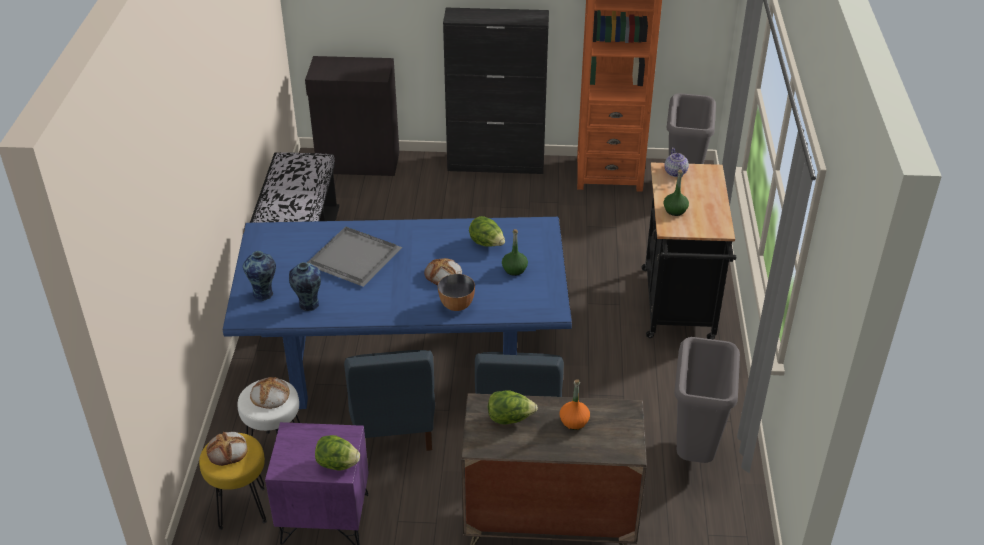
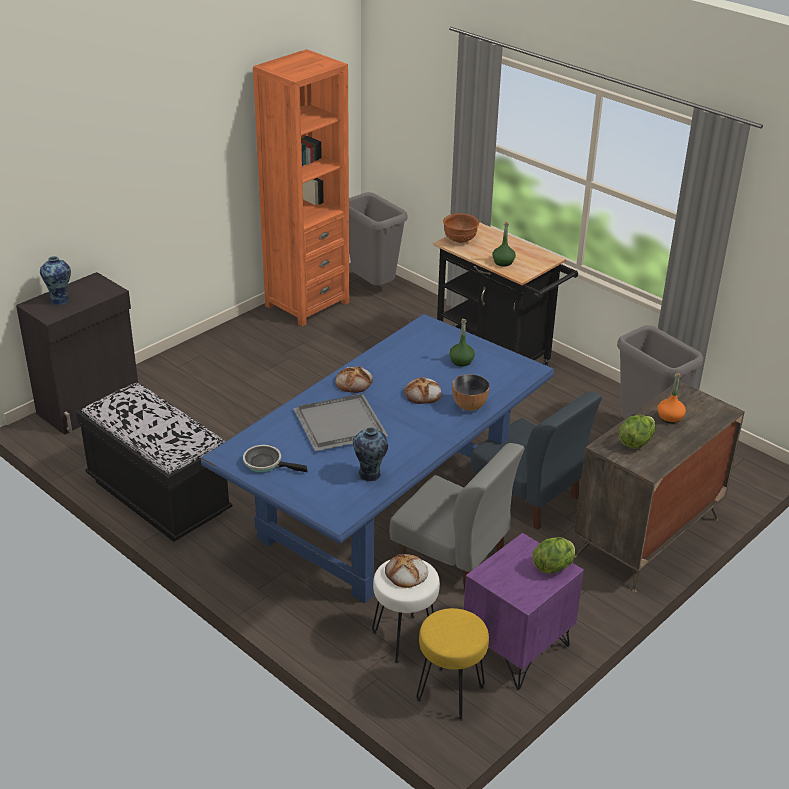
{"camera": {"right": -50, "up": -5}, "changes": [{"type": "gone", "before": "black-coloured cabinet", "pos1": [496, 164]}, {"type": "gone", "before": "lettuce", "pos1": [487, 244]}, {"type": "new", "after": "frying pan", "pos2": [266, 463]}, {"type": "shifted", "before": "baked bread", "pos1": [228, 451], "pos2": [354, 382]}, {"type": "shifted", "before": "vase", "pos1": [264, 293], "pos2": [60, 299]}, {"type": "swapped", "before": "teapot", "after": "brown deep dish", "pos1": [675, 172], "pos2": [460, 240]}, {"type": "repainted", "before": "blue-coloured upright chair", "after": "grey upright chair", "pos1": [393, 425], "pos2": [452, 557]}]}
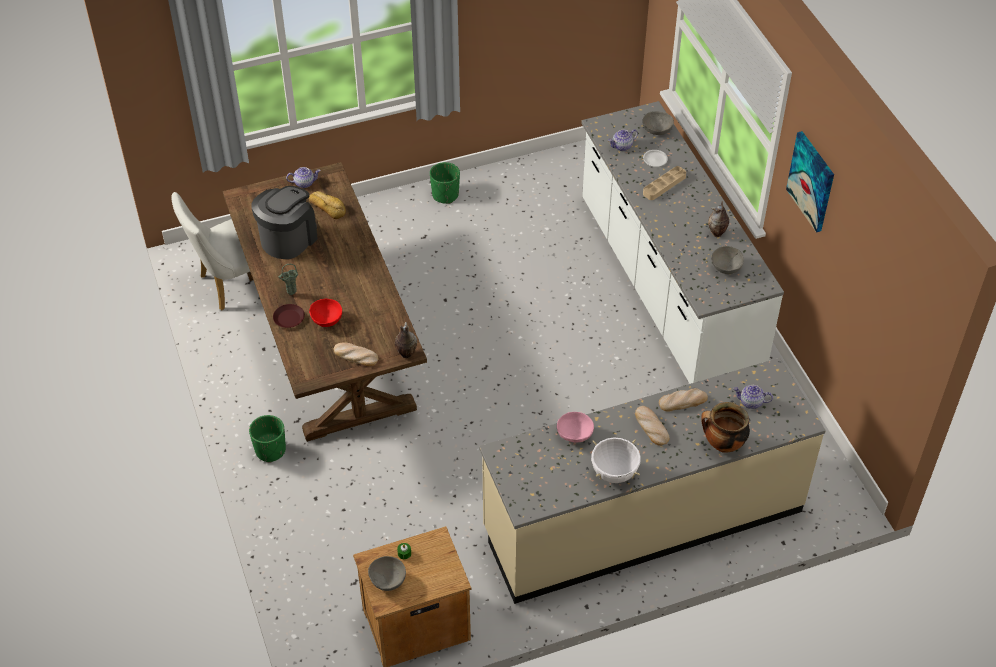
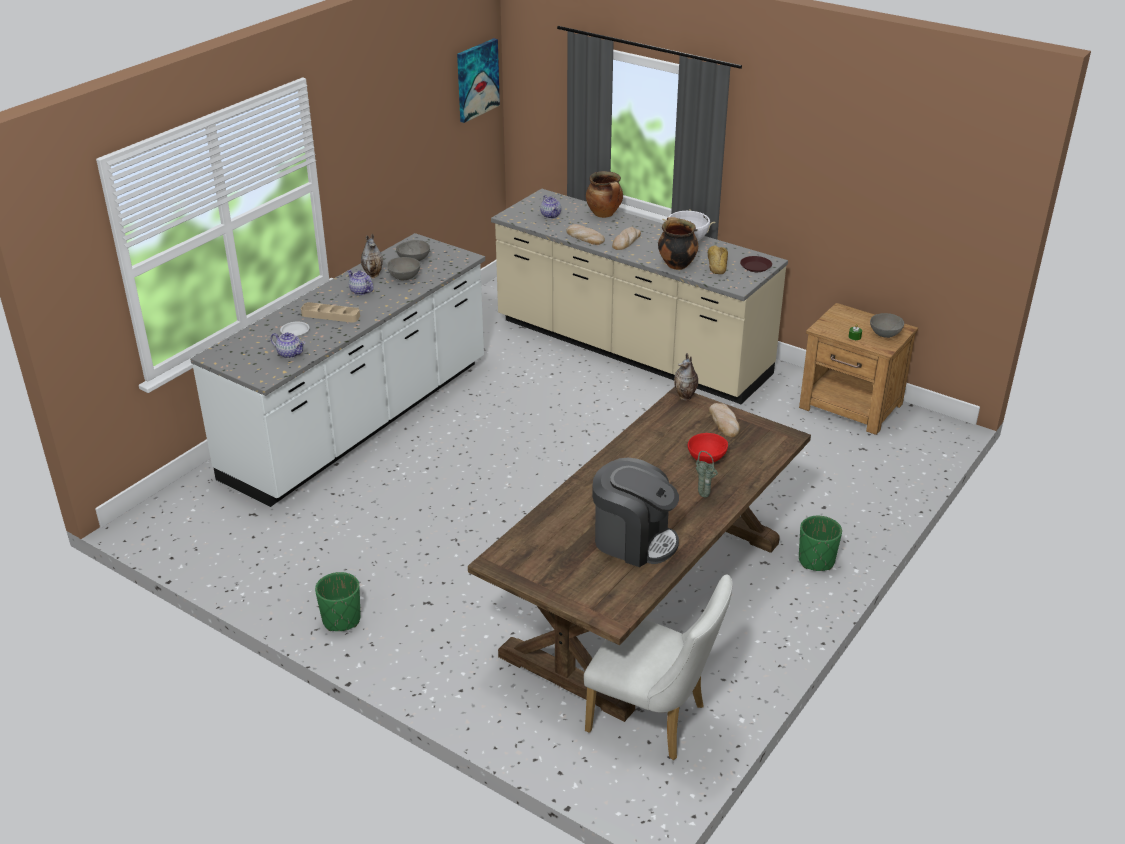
{"camera": {"right": -125, "up": -15}, "changes": [{"type": "shifted", "before": "brown flat dish", "pos1": [289, 318], "pos2": [755, 267]}, {"type": "shifted", "before": "teapot", "pos1": [304, 183], "pos2": [360, 291]}, {"type": "shifted", "before": "baked bread", "pos1": [328, 207], "pos2": [716, 264]}, {"type": "shifted", "before": "grey deep dish", "pos1": [656, 130], "pos2": [404, 277]}, {"type": "shifted", "before": "wall art", "pos1": [811, 181], "pos2": [477, 80]}, {"type": "swapped", "before": "pinkish deep dish", "after": "cooking pot", "pos1": [575, 435], "pos2": [676, 264]}, {"type": "rotated", "before": "coffee brewer", "pos1": [288, 238], "pos2": [633, 540], "turn": -150}]}
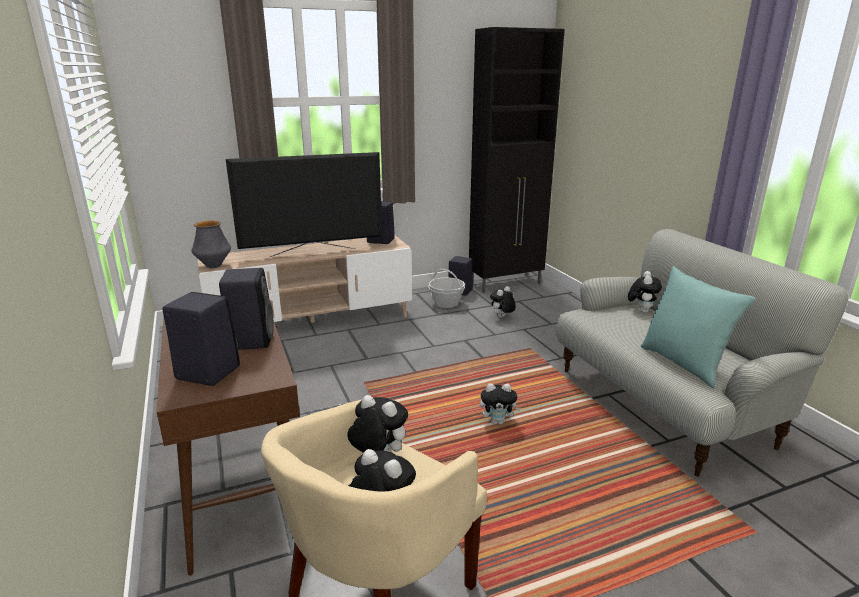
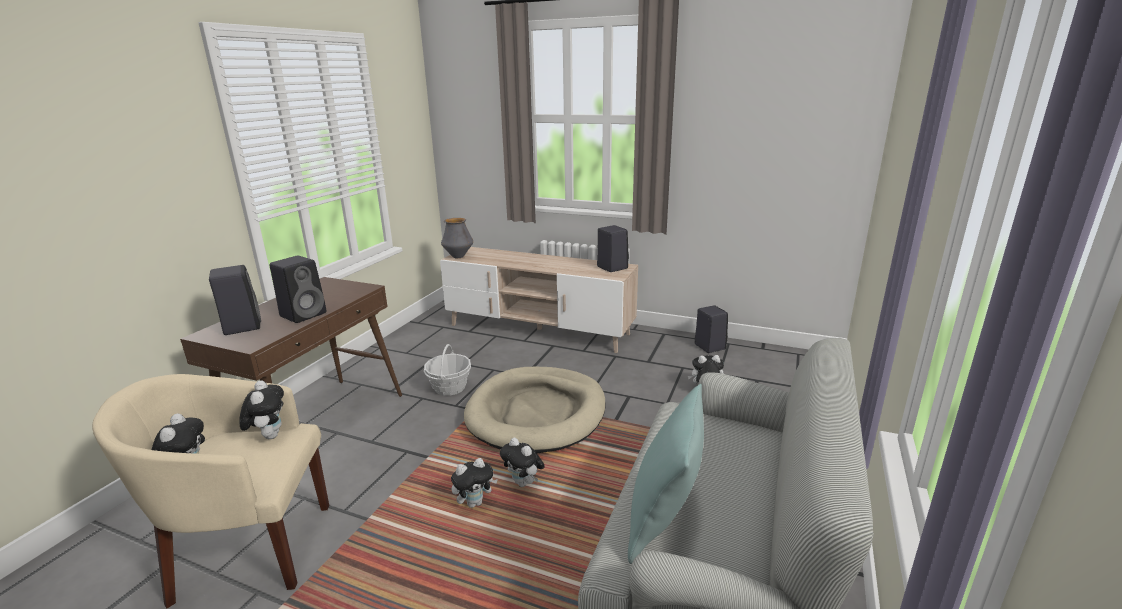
{"camera": {"right": 45, "up": 0}, "changes": [{"type": "gone", "before": "television", "pos1": [313, 252]}, {"type": "gone", "before": "black-coloured cabinet", "pos1": [506, 284]}, {"type": "new", "after": "beige-coloured pet bed", "pos2": [537, 413]}, {"type": "shifted", "before": "basket", "pos1": [446, 303], "pos2": [449, 387]}, {"type": "shifted", "before": "soft toy", "pos1": [641, 311], "pos2": [475, 502]}]}
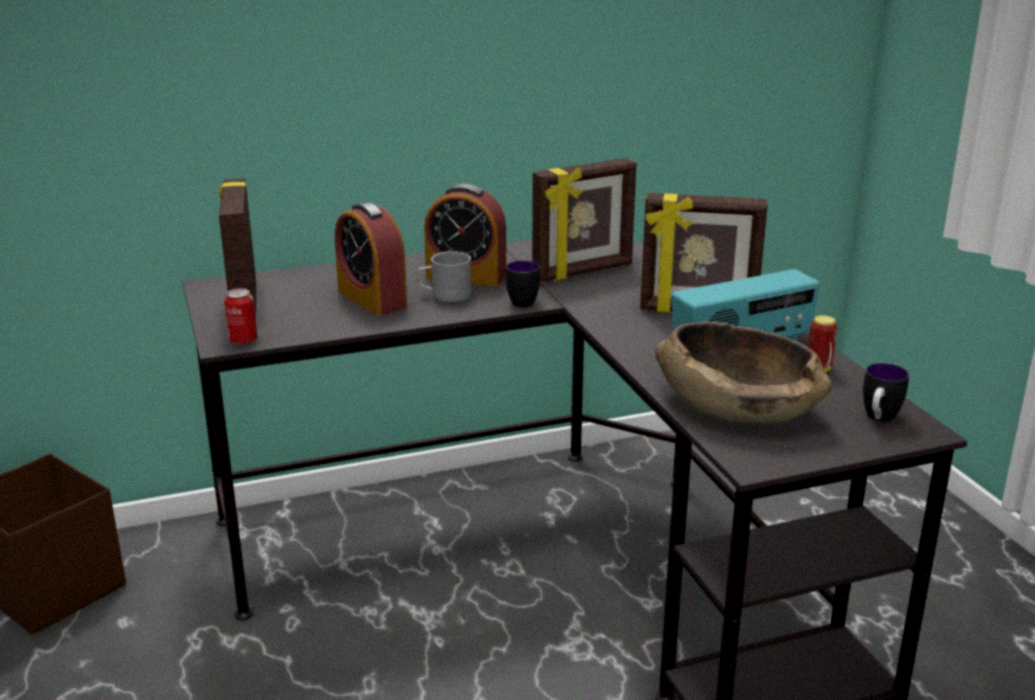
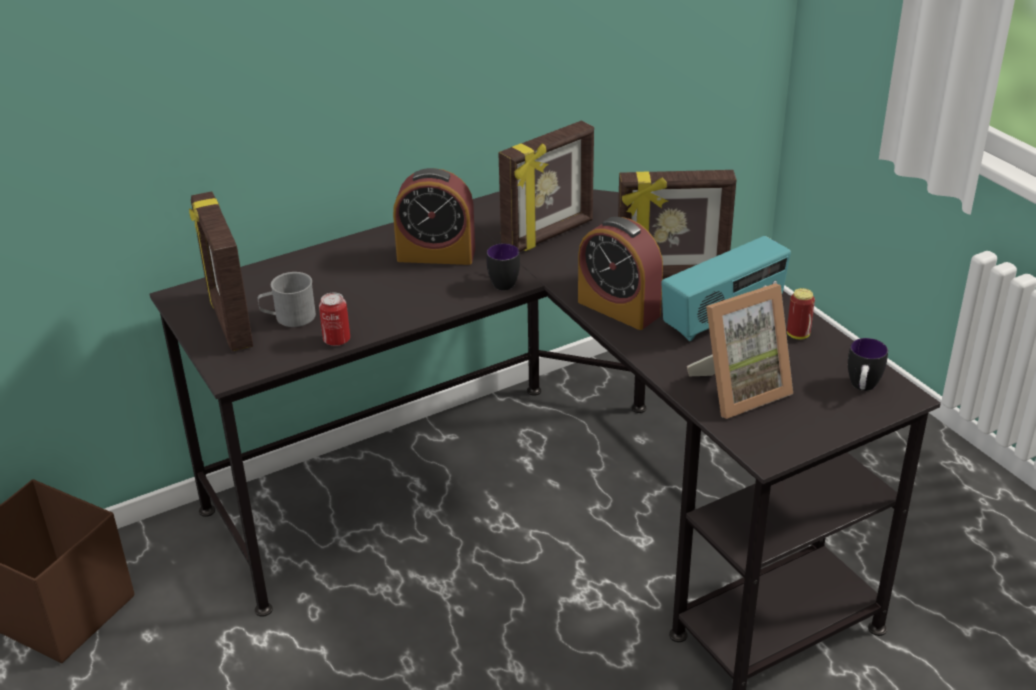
{"camera": {"right": -10, "up": 10}, "changes": [{"type": "shifted", "before": "sealed can", "pos1": [243, 340], "pos2": [336, 340]}, {"type": "shifted", "before": "bedside clock", "pos1": [372, 299], "pos2": [618, 308]}, {"type": "shifted", "before": "grey coffee mug", "pos1": [444, 295], "pos2": [288, 317]}, {"type": "swapped", "before": "brown deep dish", "after": "photo frame", "pos1": [738, 407], "pos2": [738, 390]}]}
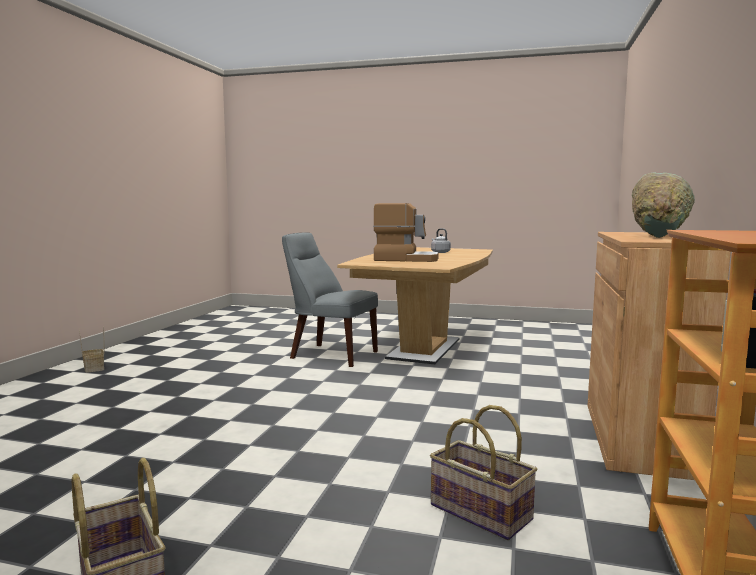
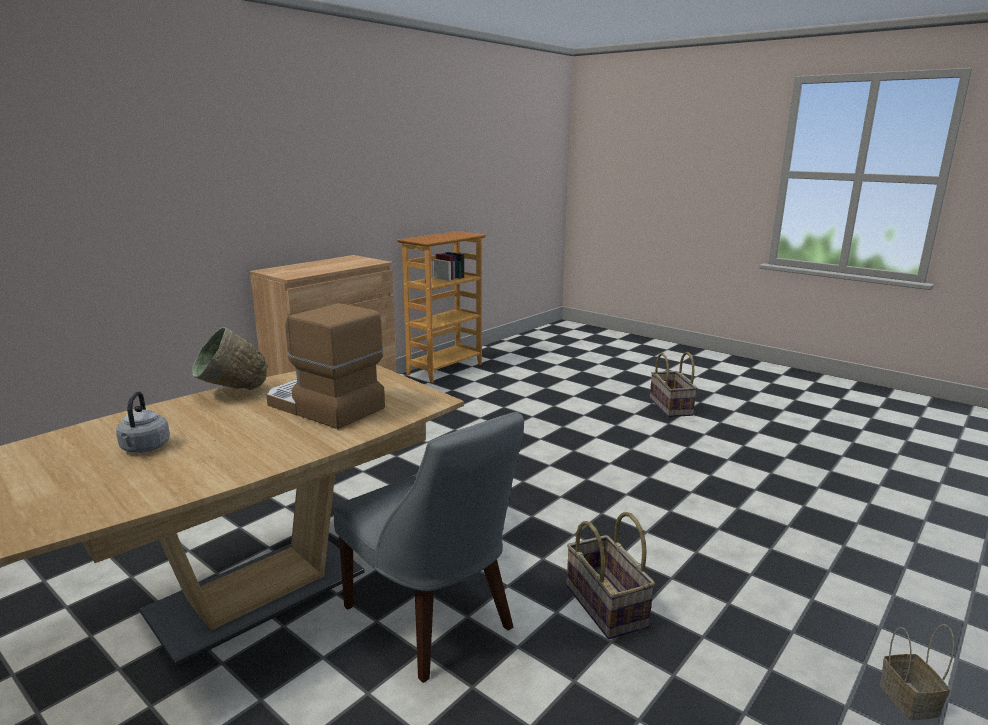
{"camera": {"right": -155, "up": 10}, "changes": [{"type": "shifted", "before": "basket", "pos1": [479, 512], "pos2": [607, 606]}, {"type": "shifted", "before": "green-coloured deep dish", "pos1": [657, 236], "pos2": [230, 394]}]}
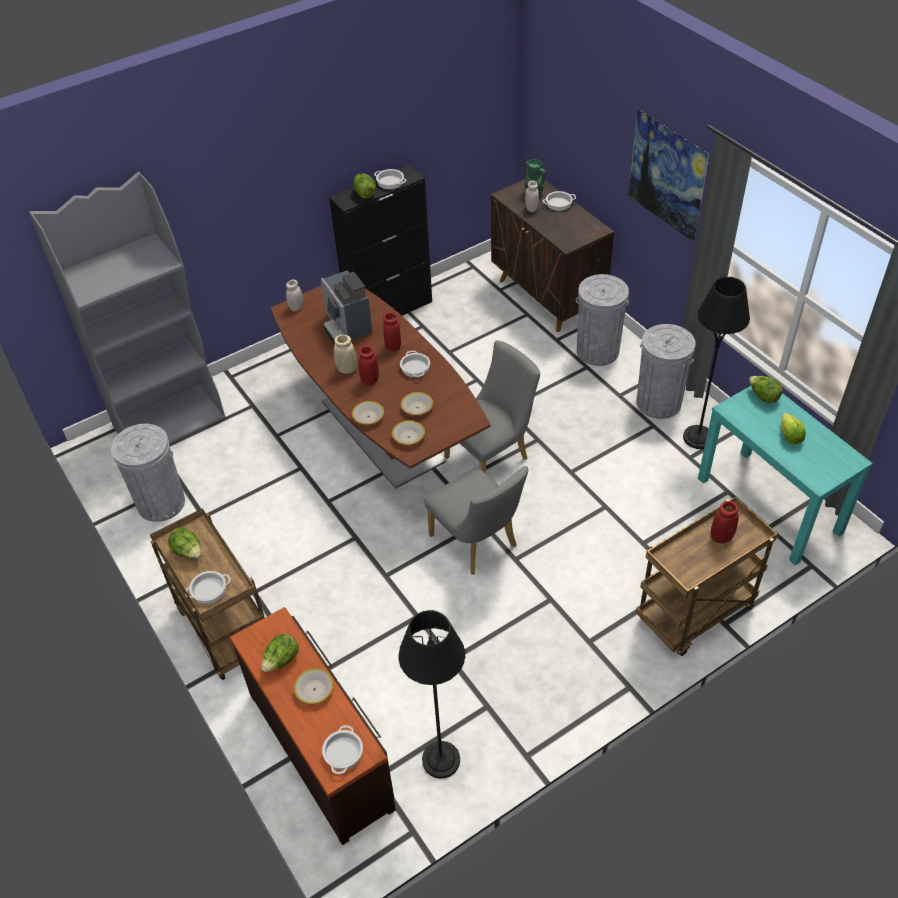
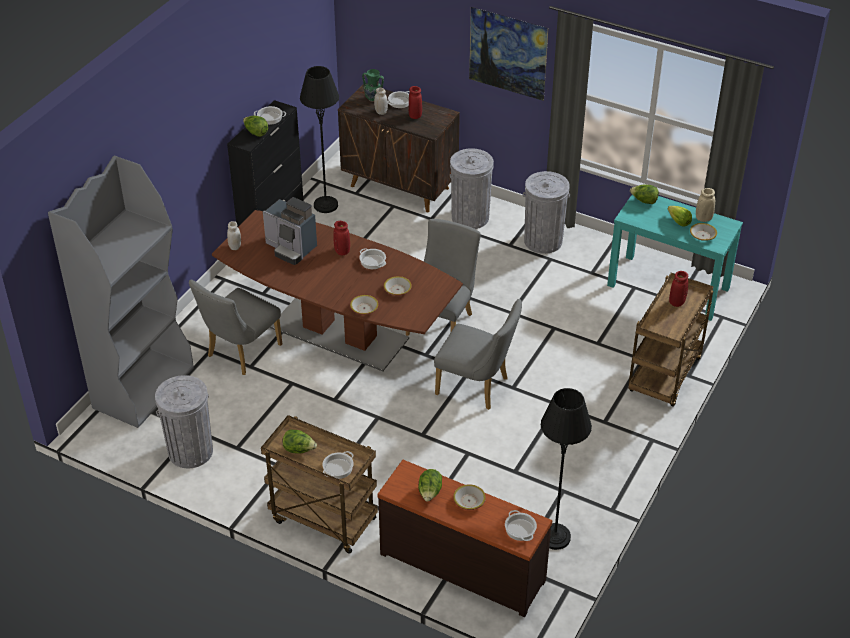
{"camera": {"right": -30, "up": -5}, "changes": [{"type": "new", "after": "grey upright chair", "pos2": [240, 353]}, {"type": "shifted", "before": "beige-coloured vase", "pos1": [347, 369], "pos2": [703, 218]}, {"type": "shifted", "before": "red vase", "pos1": [370, 380], "pos2": [415, 116]}, {"type": "shifted", "before": "deep dish", "pos1": [408, 437], "pos2": [702, 236]}, {"type": "shifted", "before": "black-coloured standard lamp", "pos1": [698, 437], "pos2": [326, 205]}]}
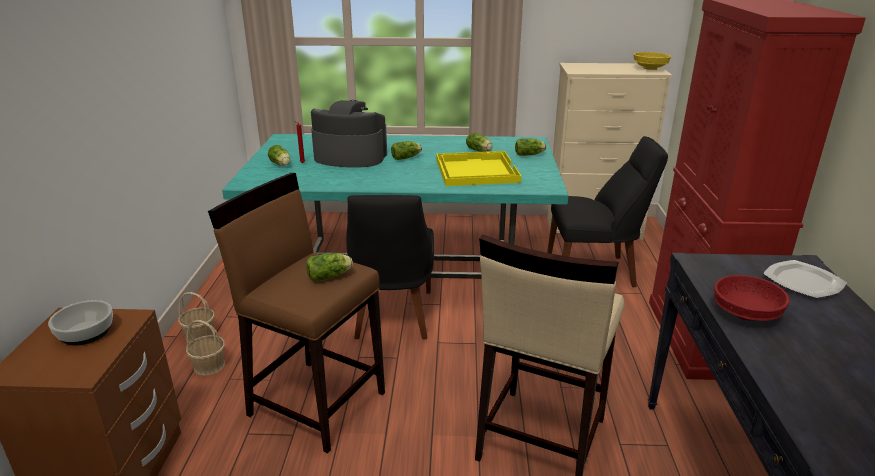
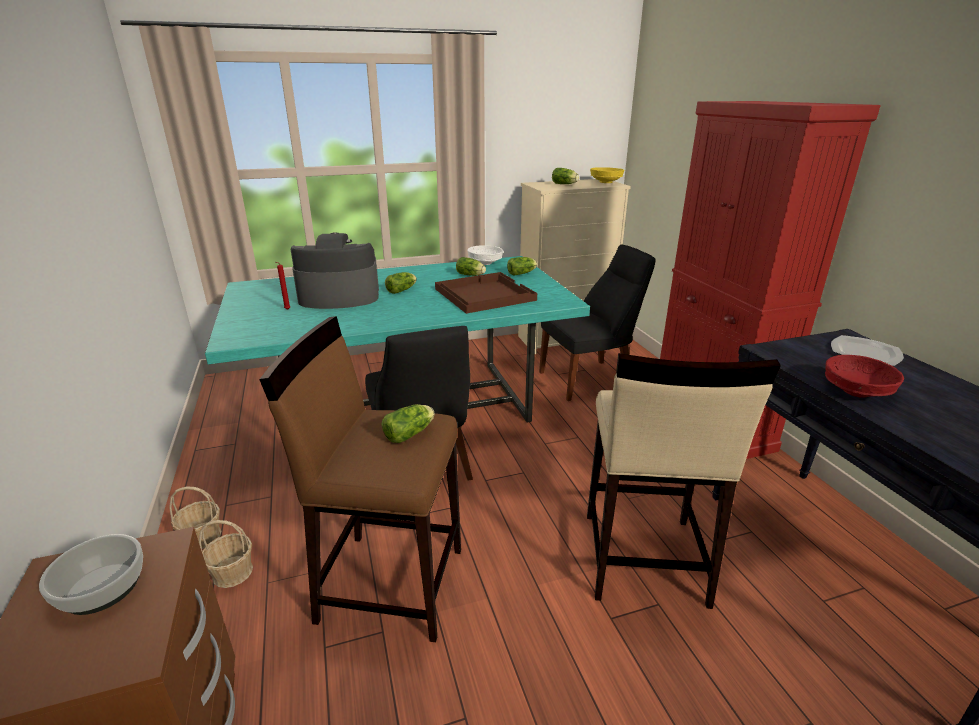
{"camera": {"right": -20, "up": 0}, "changes": [{"type": "new", "after": "white-coloured deep dish", "pos2": [485, 263]}, {"type": "shifted", "before": "lettuce", "pos1": [281, 165], "pos2": [565, 184]}, {"type": "repainted", "before": "yellow carrying tray", "after": "brown carrying tray", "pos1": [475, 170], "pos2": [483, 294]}]}
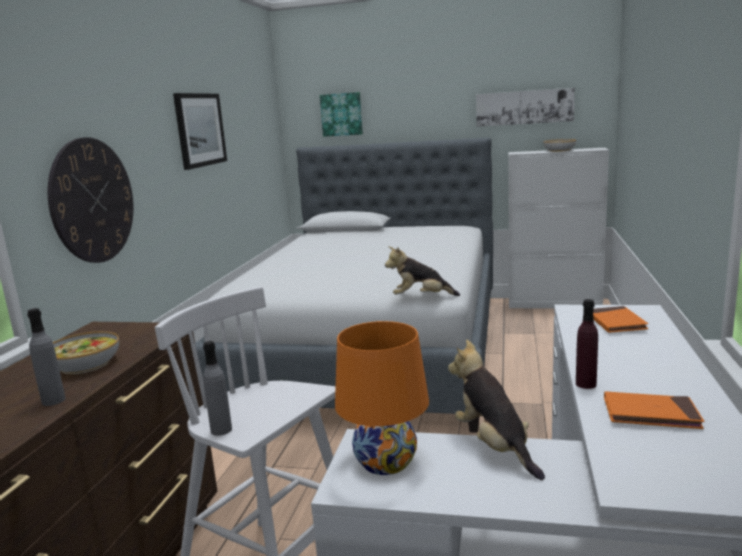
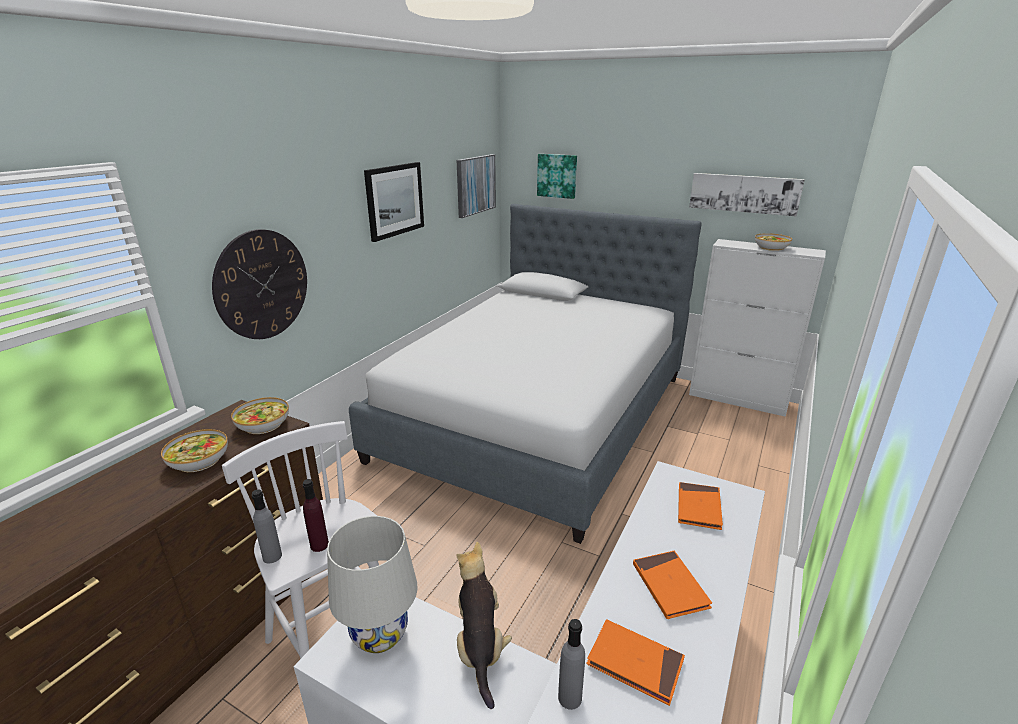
{"camera": {"right": 15, "up": 10}, "changes": [{"type": "gone", "before": "soft toy", "pos1": [421, 298]}, {"type": "new", "after": "deep dish", "pos2": [263, 424]}, {"type": "new", "after": "wall art", "pos2": [475, 185]}, {"type": "new", "after": "orange volume", "pos2": [670, 586]}, {"type": "shifted", "before": "grey bottle", "pos1": [53, 400], "pos2": [569, 697]}, {"type": "shifted", "before": "purple bottle", "pos1": [586, 384], "pos2": [319, 545]}, {"type": "repainted", "before": "orange tabletop lamp", "after": "white-coloured tabletop lamp", "pos1": [385, 461], "pos2": [379, 634]}]}
